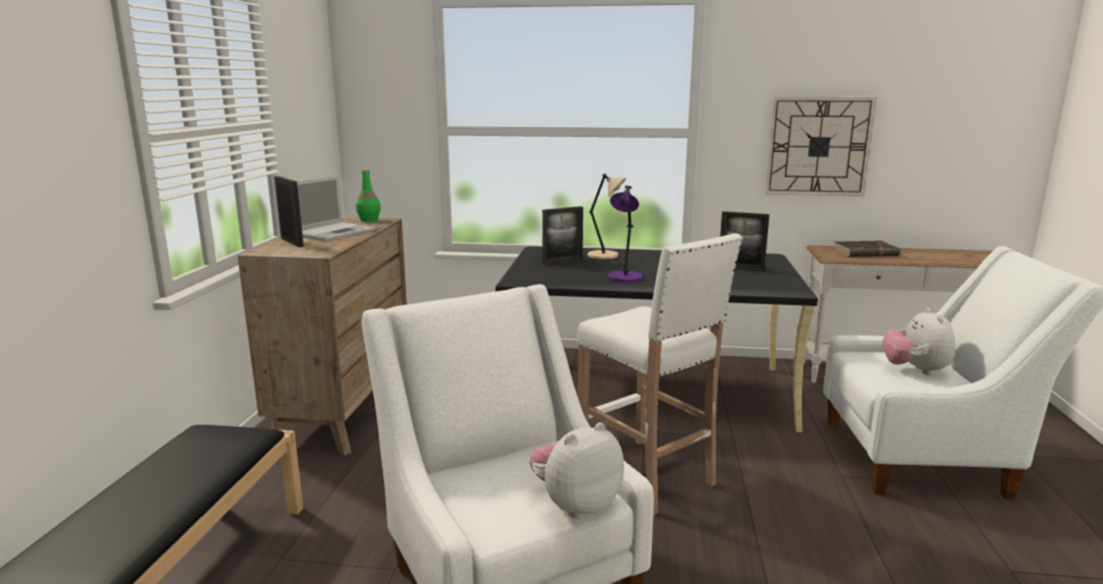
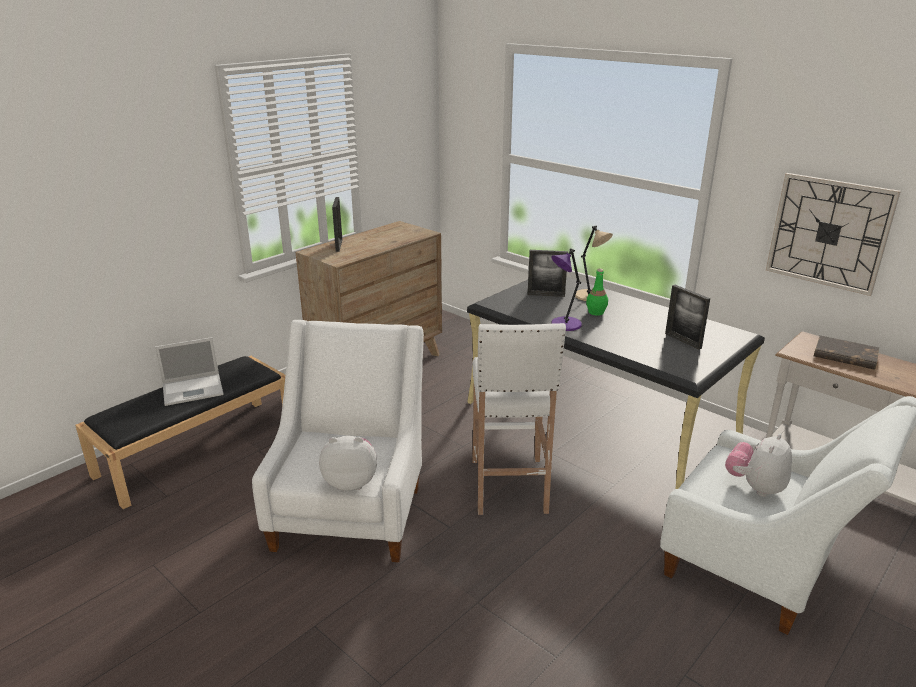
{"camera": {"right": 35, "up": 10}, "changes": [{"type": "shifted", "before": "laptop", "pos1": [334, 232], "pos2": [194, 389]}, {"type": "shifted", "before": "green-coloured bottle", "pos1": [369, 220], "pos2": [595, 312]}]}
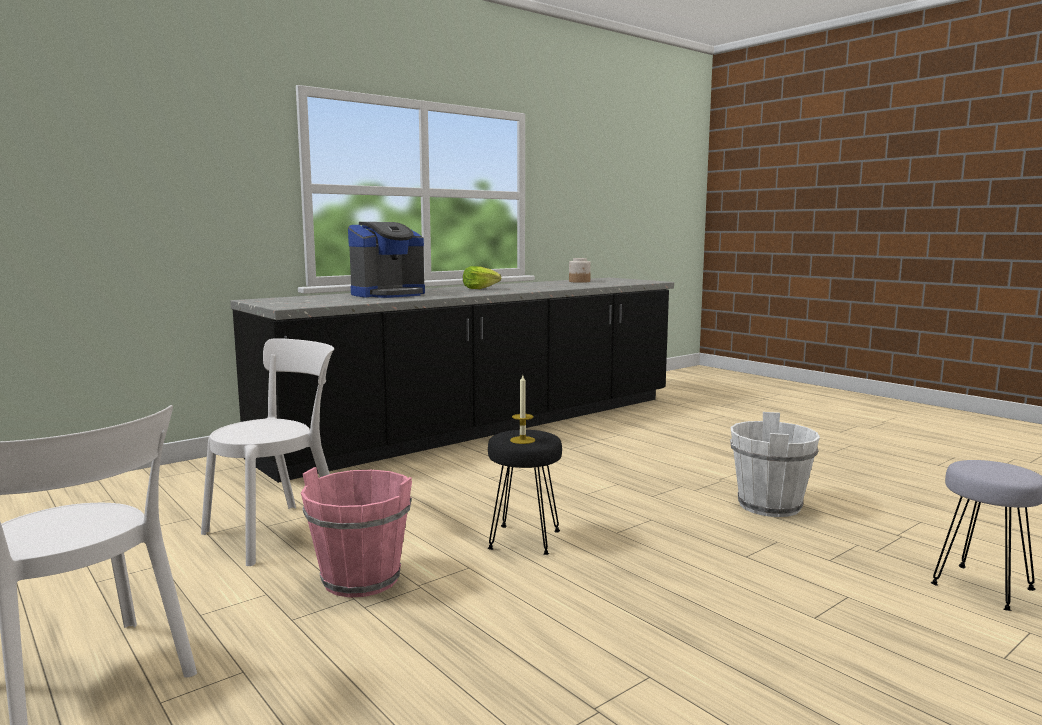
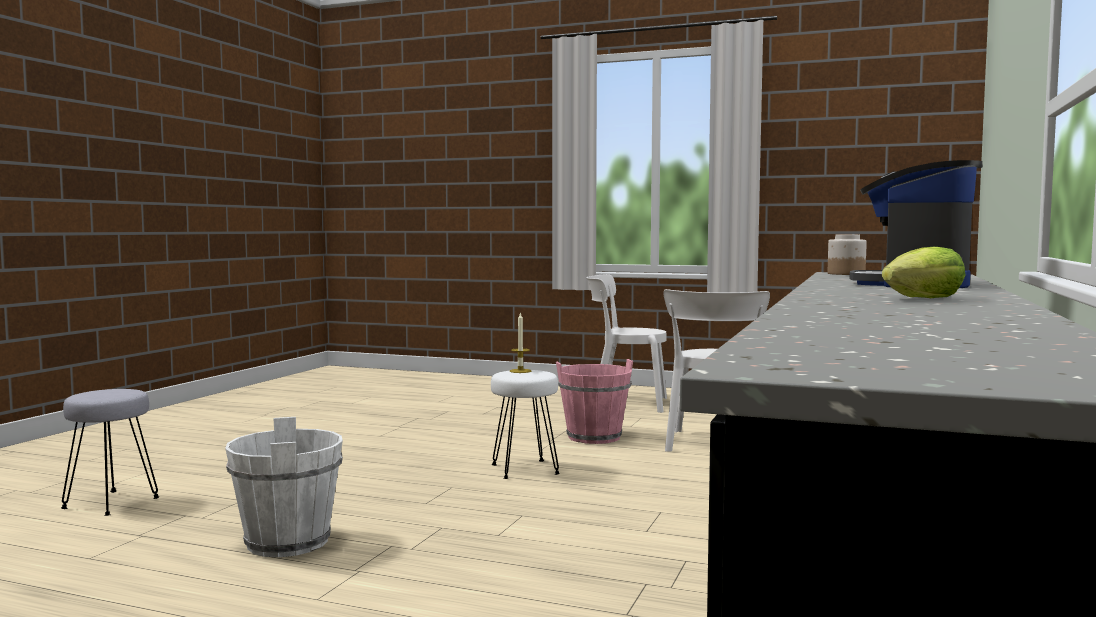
{"camera": {"right": 150, "up": -5}, "changes": [{"type": "shifted", "before": "storage jar", "pos1": [579, 281], "pos2": [845, 274]}, {"type": "repainted", "before": "black-coloured sitting stool", "after": "white-coloured sitting stool", "pos1": [525, 539], "pos2": [524, 470]}]}
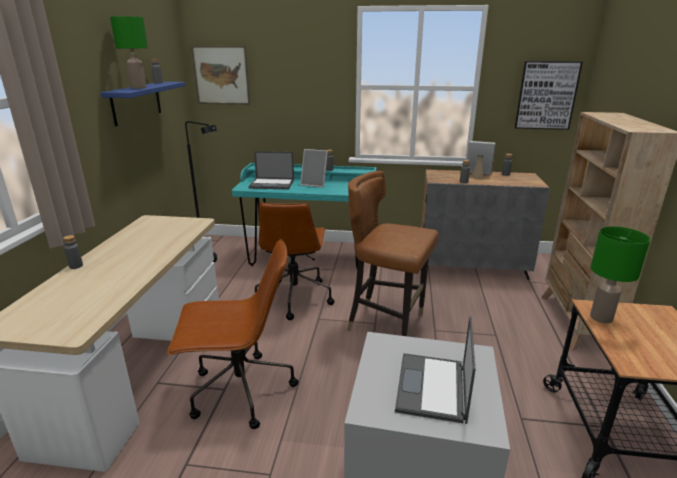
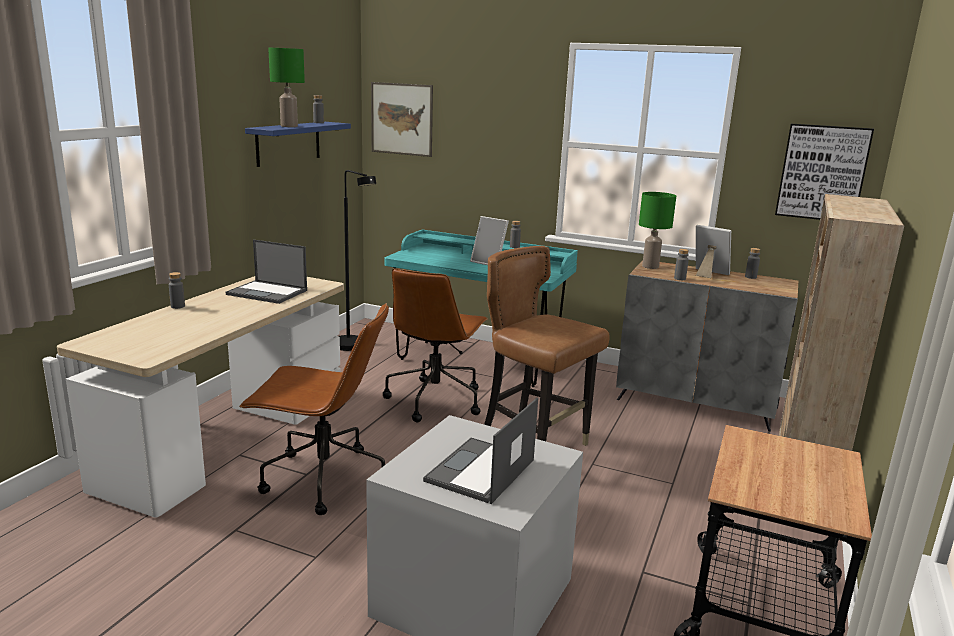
{"camera": {"right": 15, "up": -5}, "changes": [{"type": "shifted", "before": "laptop", "pos1": [272, 184], "pos2": [268, 292]}, {"type": "shifted", "before": "green-coloured tabletop lamp", "pos1": [602, 317], "pos2": [651, 267]}]}
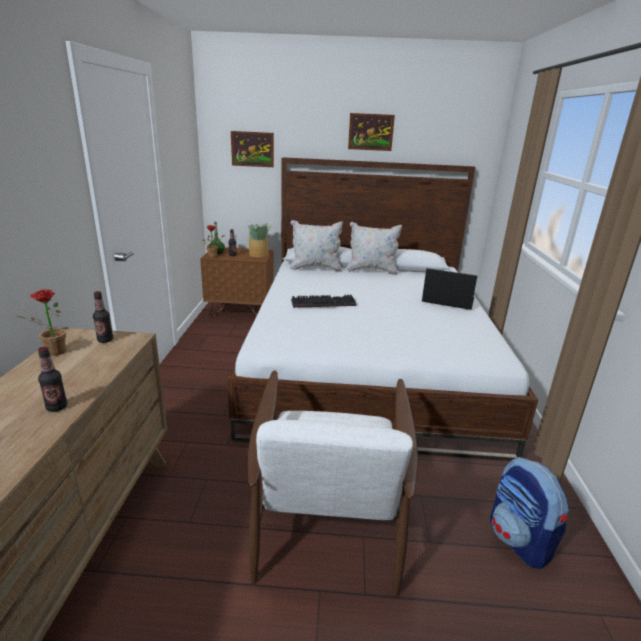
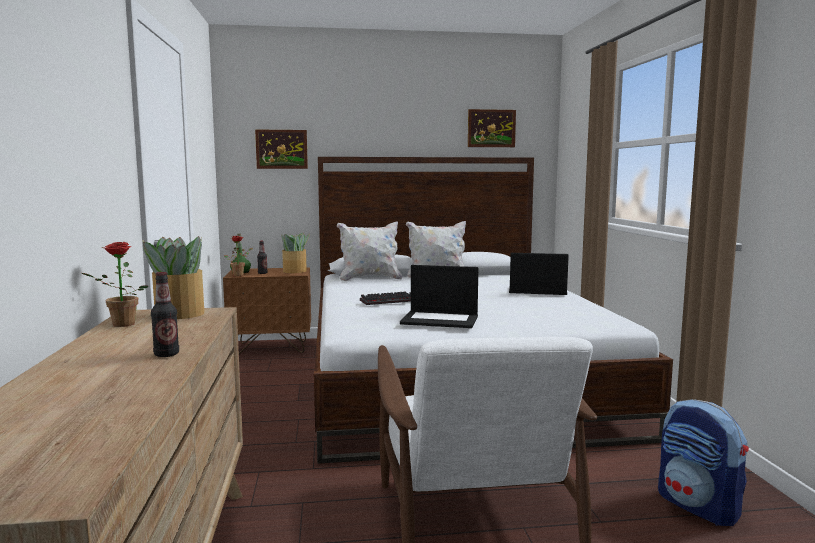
{"camera": {"right": -10, "up": -15}, "changes": [{"type": "new", "after": "laptop", "pos2": [441, 320]}, {"type": "shifted", "before": "wall art", "pos1": [370, 132], "pos2": [491, 128]}, {"type": "swapped", "before": "bottle", "after": "potted plant", "pos1": [105, 340], "pos2": [178, 314]}]}
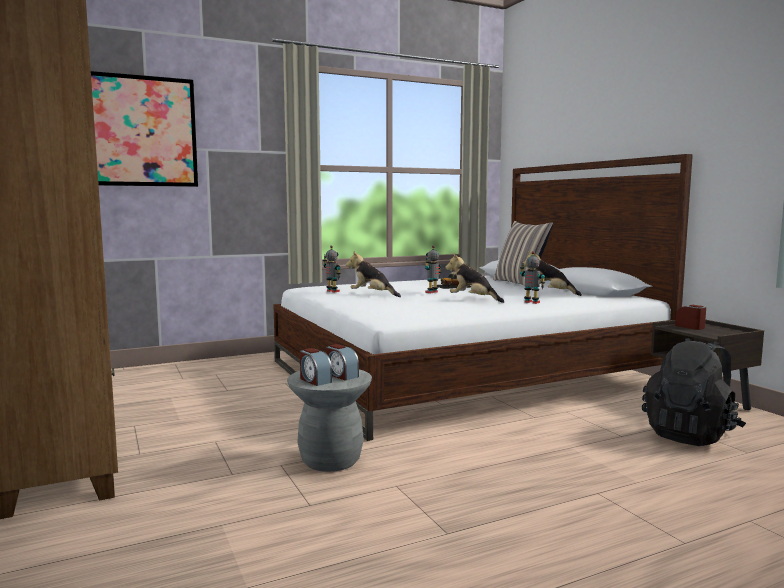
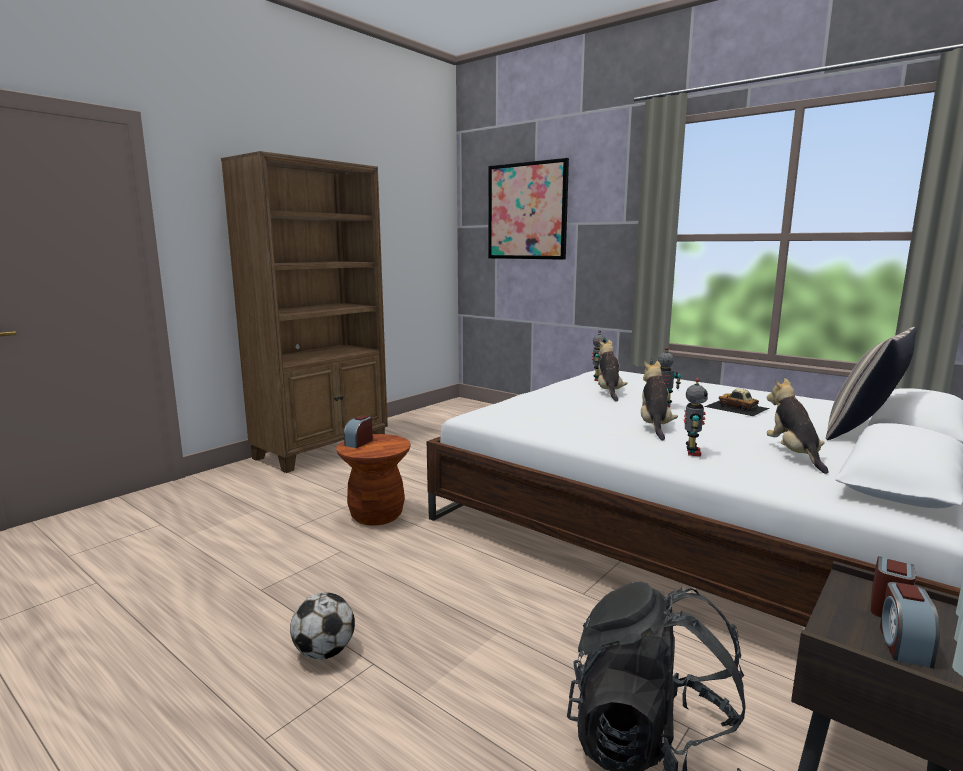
{"camera": {"right": 65, "up": 5}, "changes": [{"type": "new", "after": "ball for football", "pos2": [324, 652]}, {"type": "shifted", "before": "bedside clock", "pos1": [341, 375], "pos2": [903, 645]}, {"type": "repainted", "before": "grey sitting stool", "after": "brown sitting stool", "pos1": [331, 460], "pos2": [376, 515]}]}
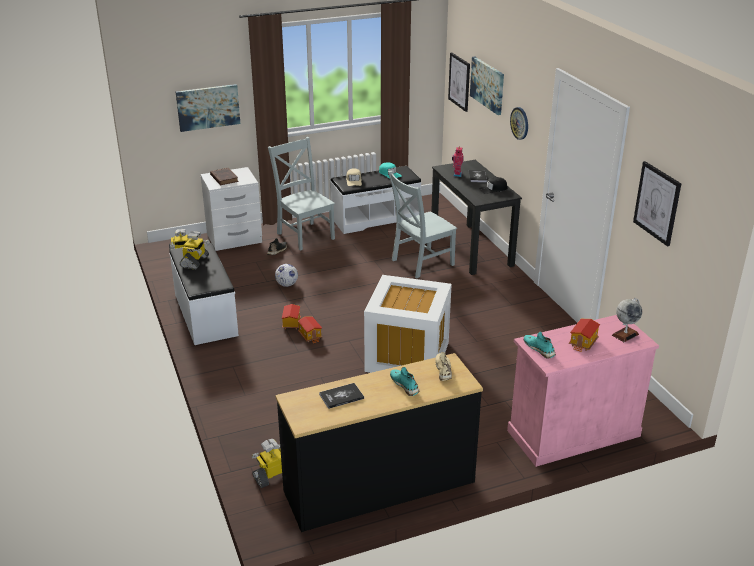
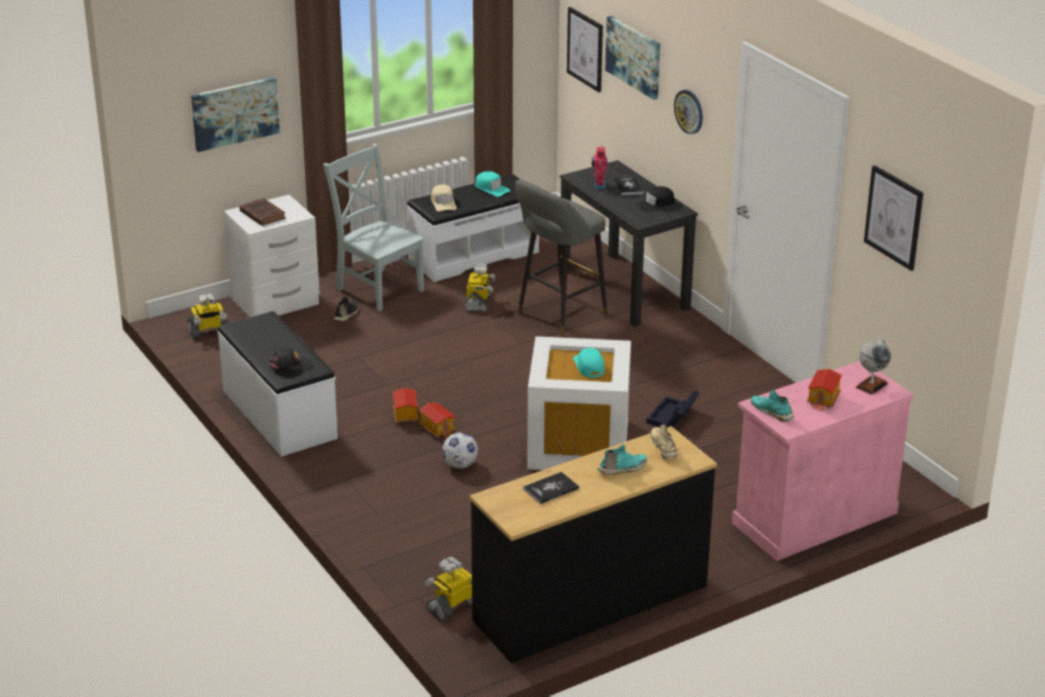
{"camera": {"right": -10, "up": 0}, "changes": [{"type": "new", "after": "black-coloured cap", "pos2": [290, 365]}, {"type": "new", "after": "turquoise-coloured cap", "pos2": [589, 366]}, {"type": "new", "after": "black-coloured storage bin", "pos2": [672, 417]}, {"type": "shifted", "before": "robot figure", "pos1": [195, 262], "pos2": [478, 303]}, {"type": "shifted", "before": "ball for football", "pos1": [287, 285], "pos2": [460, 465]}, {"type": "swapped", "before": "grey upright chair", "after": "grey sitting stool", "pos1": [420, 263], "pos2": [558, 316]}, {"type": "rotated", "before": "turquoise-coloured shoe", "pos1": [405, 385], "pos2": [623, 469], "turn": 105}]}
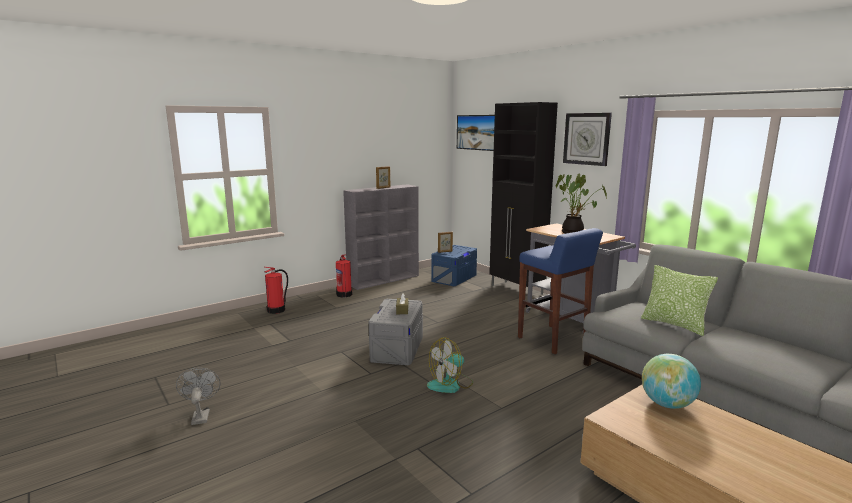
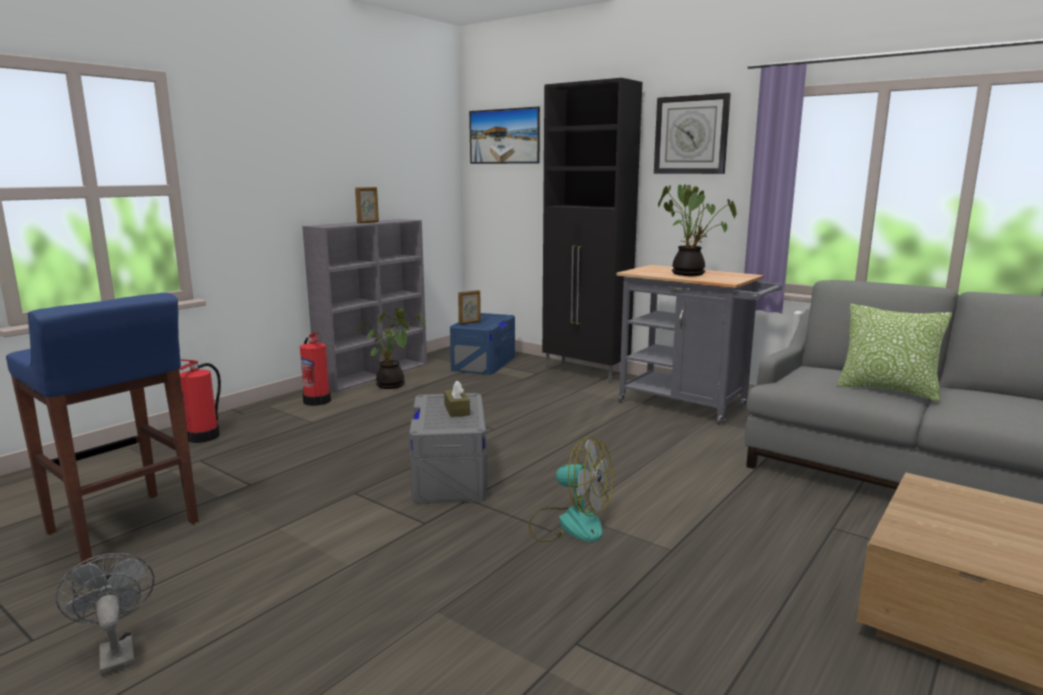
{"camera": {"right": -15, "up": 0}, "changes": [{"type": "gone", "before": "world globe", "pos1": [667, 404]}, {"type": "new", "after": "potted plant", "pos2": [392, 386]}, {"type": "shifted", "before": "blue-coloured sitting stool", "pos1": [553, 340], "pos2": [124, 528]}, {"type": "rotated", "before": "fan", "pos1": [450, 384], "pos2": [569, 523], "turn": -105}]}
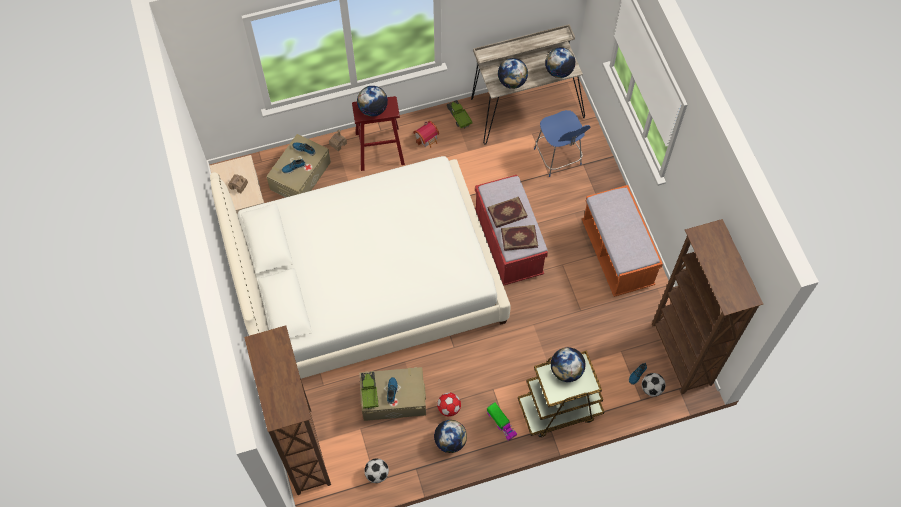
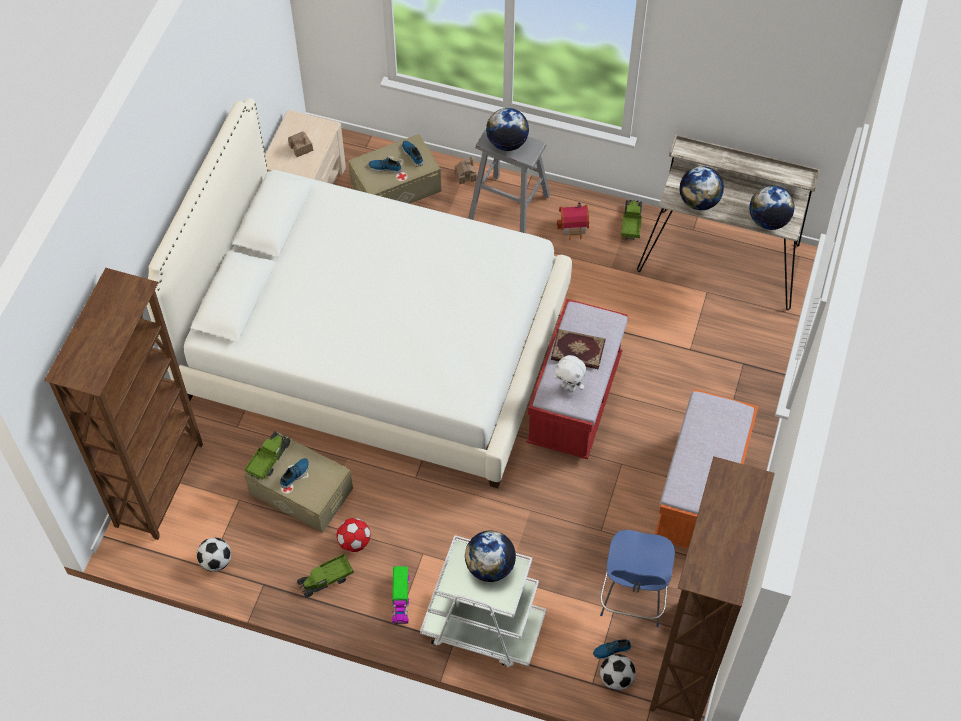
{"camera": {"right": 35, "up": -5}, "changes": [{"type": "shifted", "before": "blue-coloured upright chair", "pos1": [558, 158], "pos2": [632, 597]}, {"type": "swapped", "before": "world globe", "after": "toy truck", "pos1": [450, 441], "pos2": [326, 580]}, {"type": "swapped", "before": "volume", "after": "white-coloured soft toy", "pos1": [519, 238], "pos2": [569, 387]}, {"type": "repainted", "before": "red sitting stool", "after": "grey sitting stool", "pos1": [380, 148], "pos2": [509, 207]}, {"type": "repainted", "before": "brown cart", "after": "white-coloured cart", "pos1": [559, 409], "pos2": [482, 627]}]}
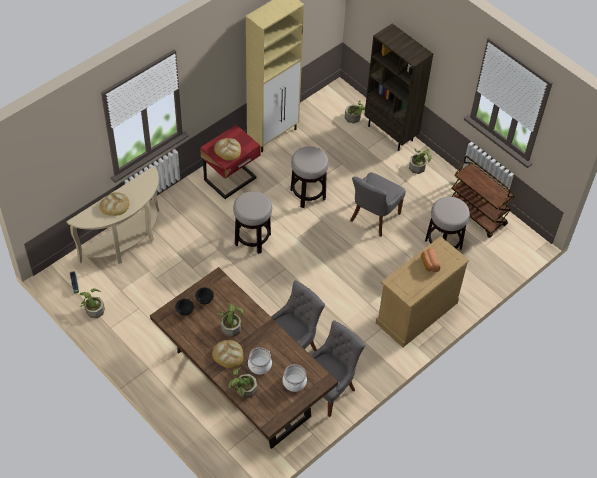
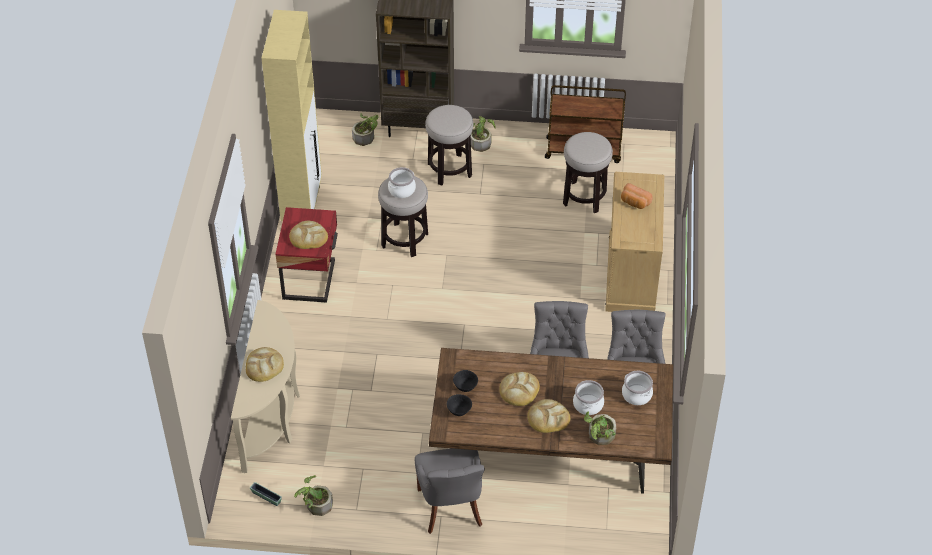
{"camera": {"right": -40, "up": -5}, "changes": [{"type": "new", "after": "cooking pot", "pos2": [402, 190]}, {"type": "shifted", "before": "sitting stool", "pos1": [252, 239], "pos2": [449, 170]}, {"type": "shifted", "before": "grey upright chair", "pos1": [373, 217], "pos2": [451, 508]}, {"type": "swapped", "before": "potted plant", "after": "baked bread", "pos1": [231, 325], "pos2": [519, 390]}]}
